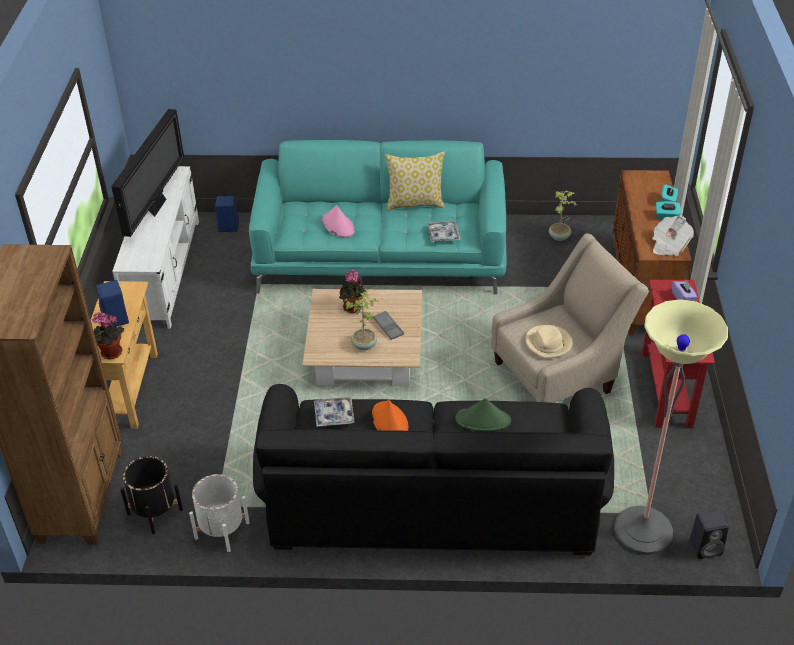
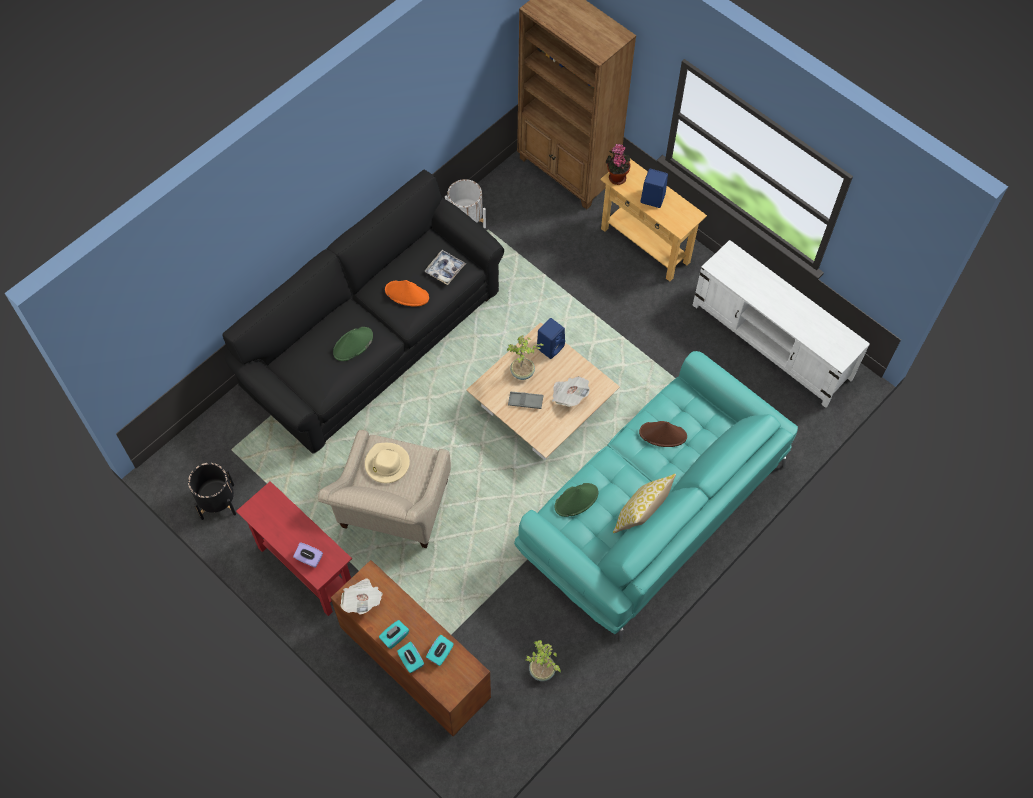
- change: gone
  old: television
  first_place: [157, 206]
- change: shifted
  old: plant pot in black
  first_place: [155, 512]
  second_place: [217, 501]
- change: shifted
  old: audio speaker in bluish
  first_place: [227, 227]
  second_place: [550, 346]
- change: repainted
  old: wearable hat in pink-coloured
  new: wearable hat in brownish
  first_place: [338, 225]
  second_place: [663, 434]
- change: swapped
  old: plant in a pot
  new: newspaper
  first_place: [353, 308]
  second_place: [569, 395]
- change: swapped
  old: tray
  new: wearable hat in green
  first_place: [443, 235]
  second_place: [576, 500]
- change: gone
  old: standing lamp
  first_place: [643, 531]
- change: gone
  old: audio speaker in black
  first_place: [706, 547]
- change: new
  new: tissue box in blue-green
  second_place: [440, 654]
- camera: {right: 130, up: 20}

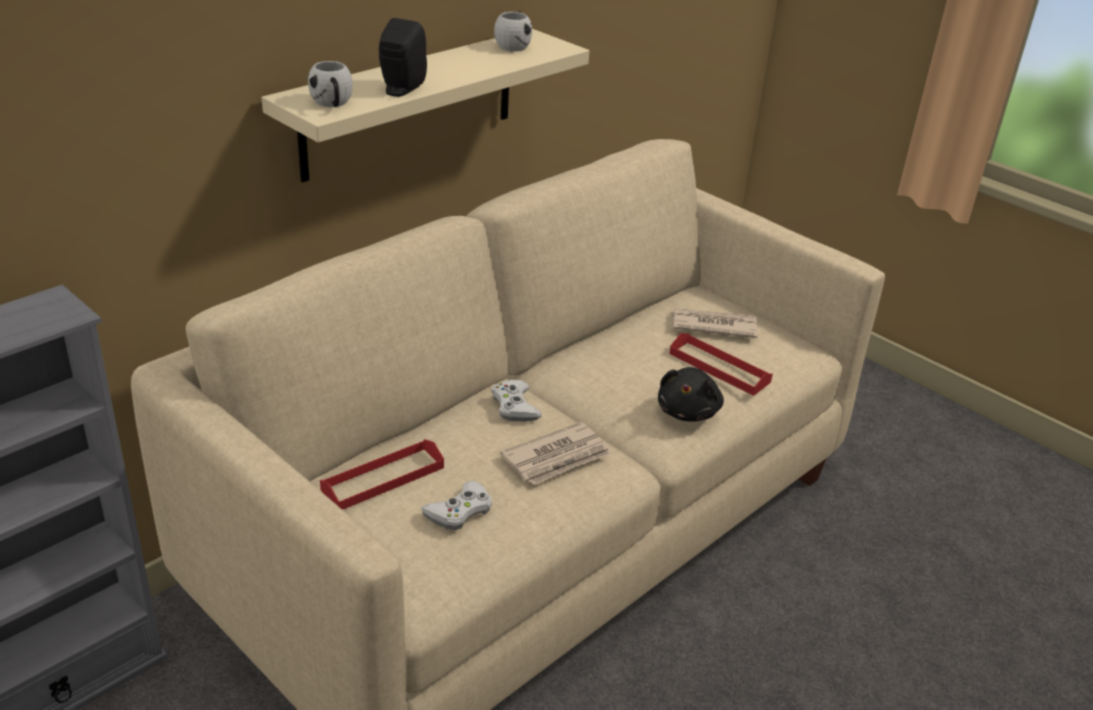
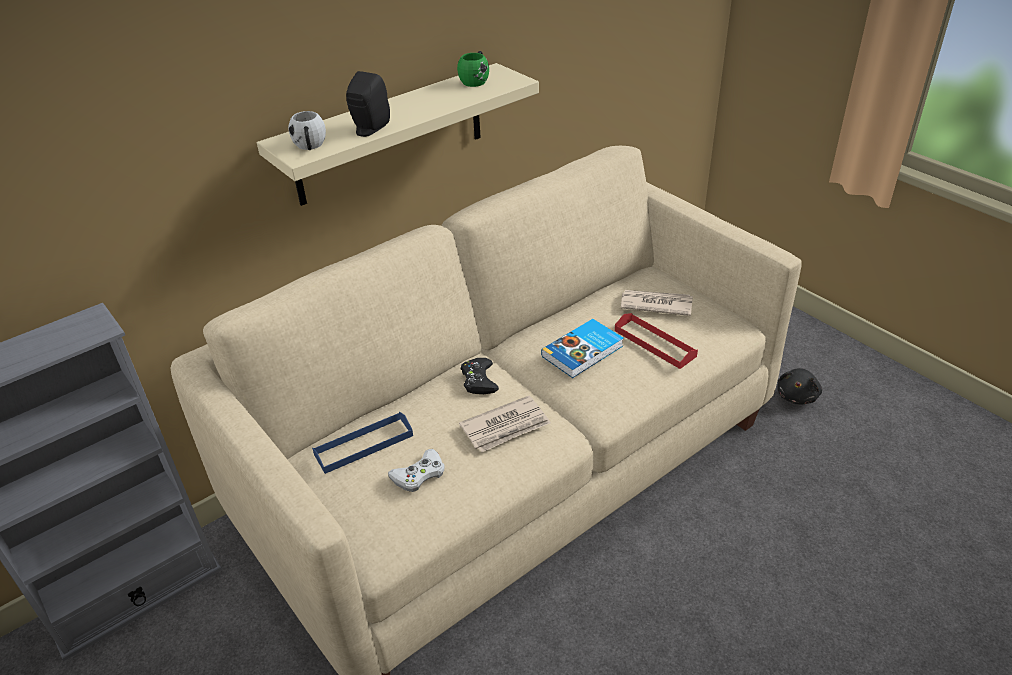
- change: repainted
  old: tray in red
  new: tray in bluish
  first_place: [383, 478]
  second_place: [364, 445]
- change: repainted
  old: gamepad in whitish
  new: gamepad in black
  first_place: [514, 406]
  second_place: [479, 380]
- change: repainted
  old: coffee mug in whitish
  new: coffee mug in green
  first_place: [514, 45]
  second_place: [476, 80]
- change: shifted
  old: soft toy in black
  first_place: [688, 411]
  second_place: [797, 396]
- change: new
  new: bound book
  second_place: [584, 351]
- camera: {right: 10, up: 5}

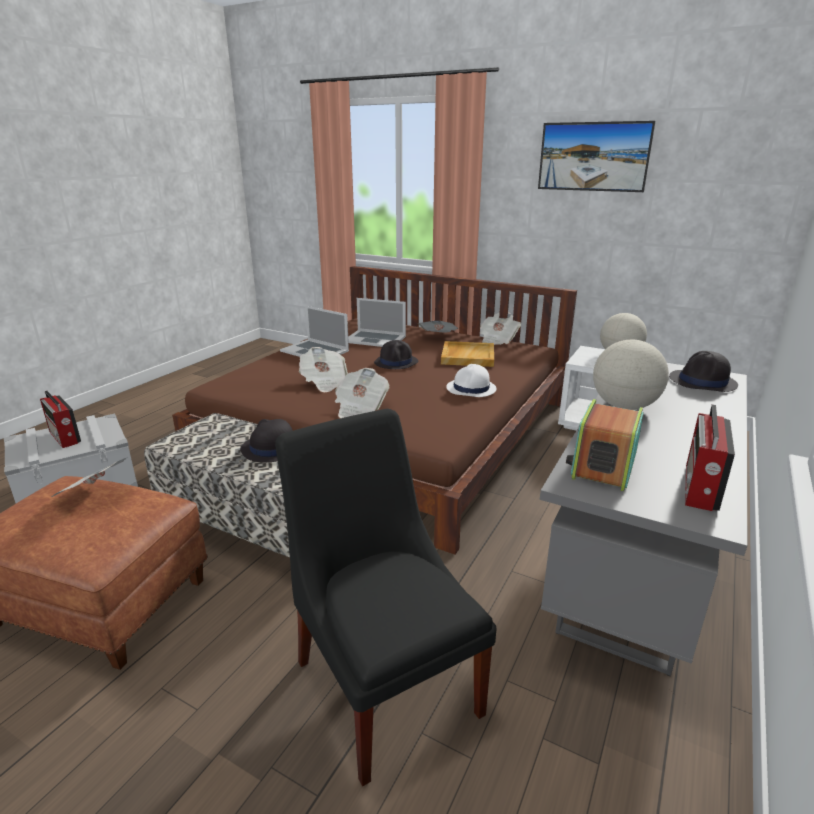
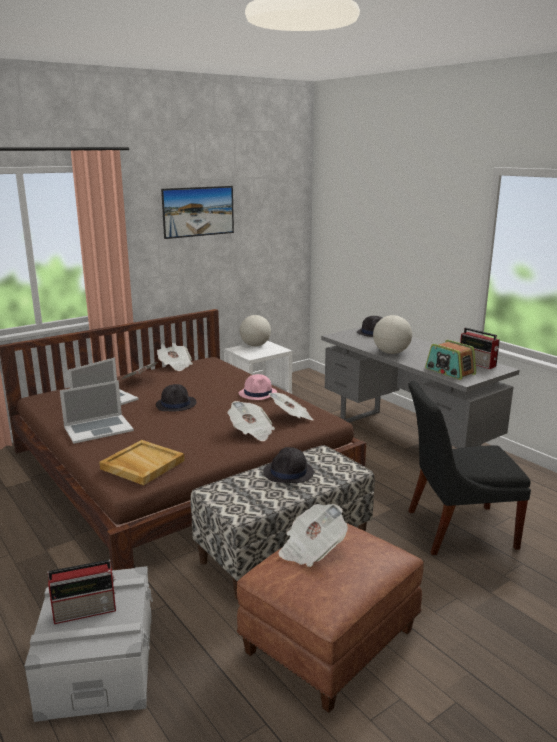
- change: shifted
  old: newspaper
  first_place: [324, 382]
  second_place: [291, 417]
- change: shifted
  old: tray in beige
  first_place: [467, 356]
  second_place: [142, 465]
- change: repainted
  old: wearable hat in whitish
  new: wearable hat in pink-coloured
  first_place: [471, 389]
  second_place: [258, 393]
- camera: {right: -65, up: -5}

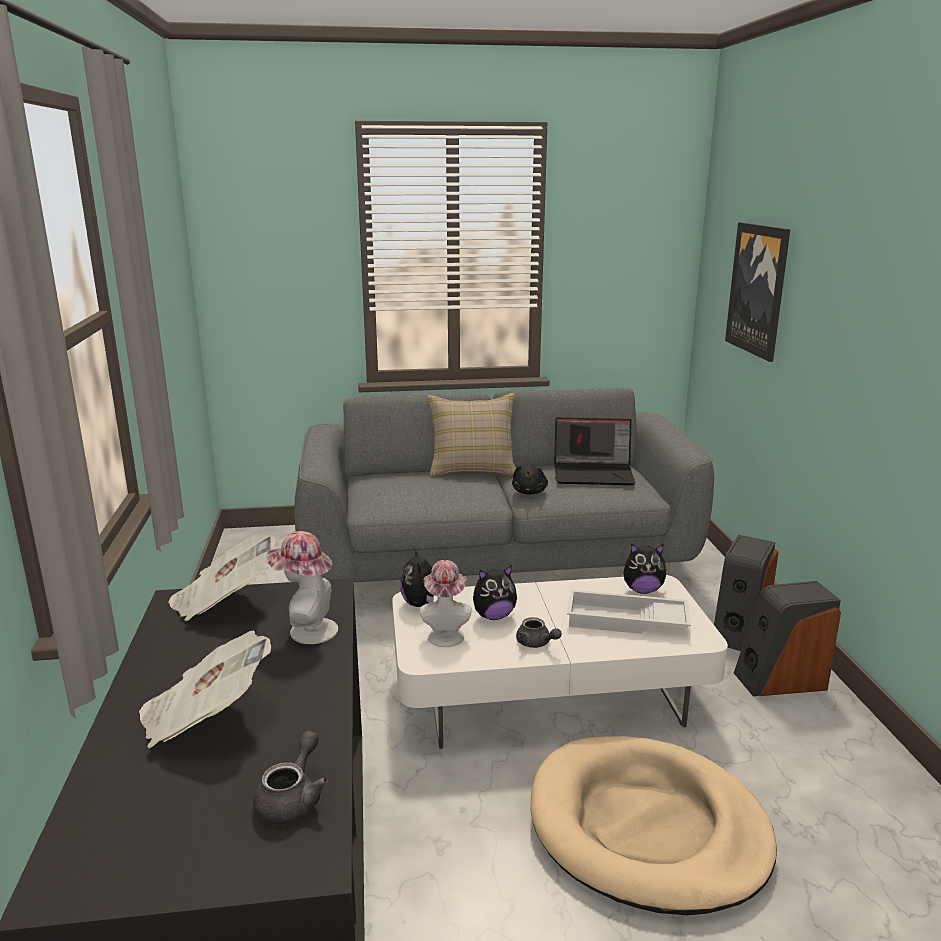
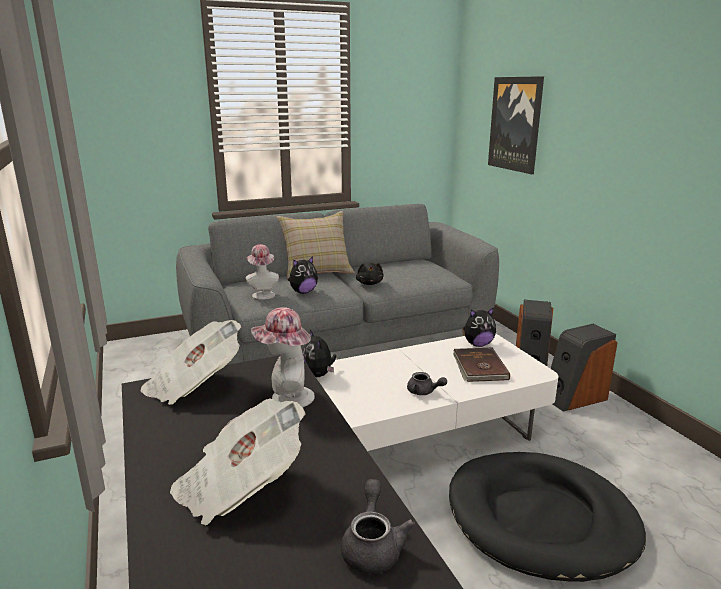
- change: shifted
  old: wearable hat
  first_place: [445, 634]
  second_place: [263, 294]
- change: shifted
  old: soft toy
  first_place: [493, 616]
  second_place: [303, 292]
- change: repainted
  old: pet bed in beige
  new: pet bed in black
  first_place: [647, 828]
  second_place: [541, 519]
- change: gone
  old: portable computer
  first_place: [594, 474]
- change: swapped
  old: tray in whitish
  new: bound book in brownish
  first_place: [625, 621]
  second_place: [479, 367]
- camera: {right: -15, up: 0}

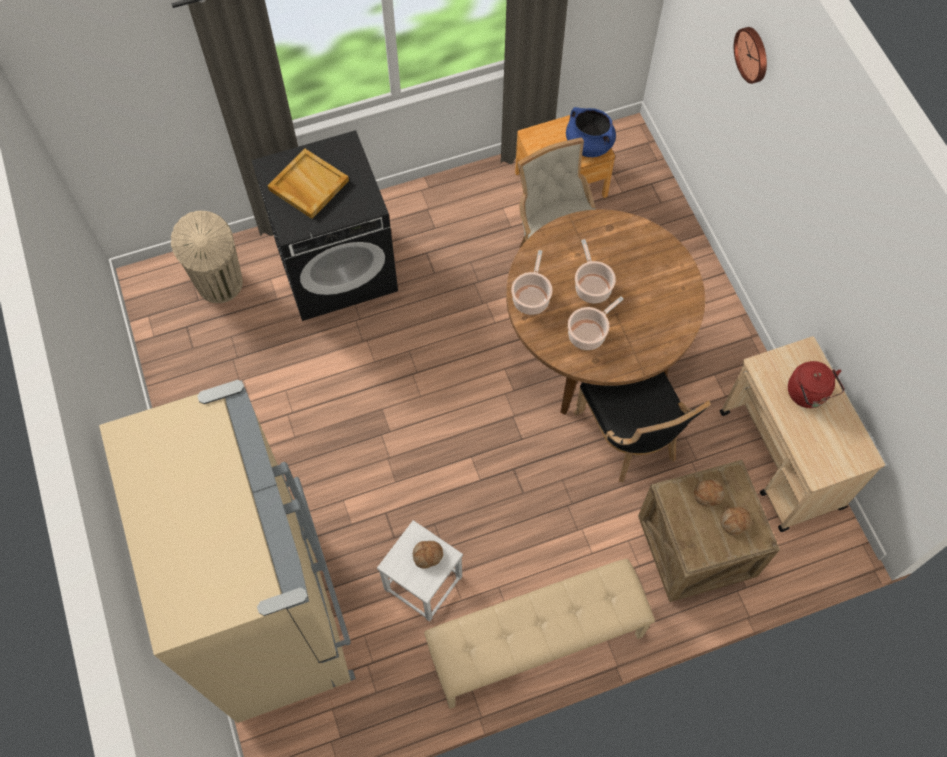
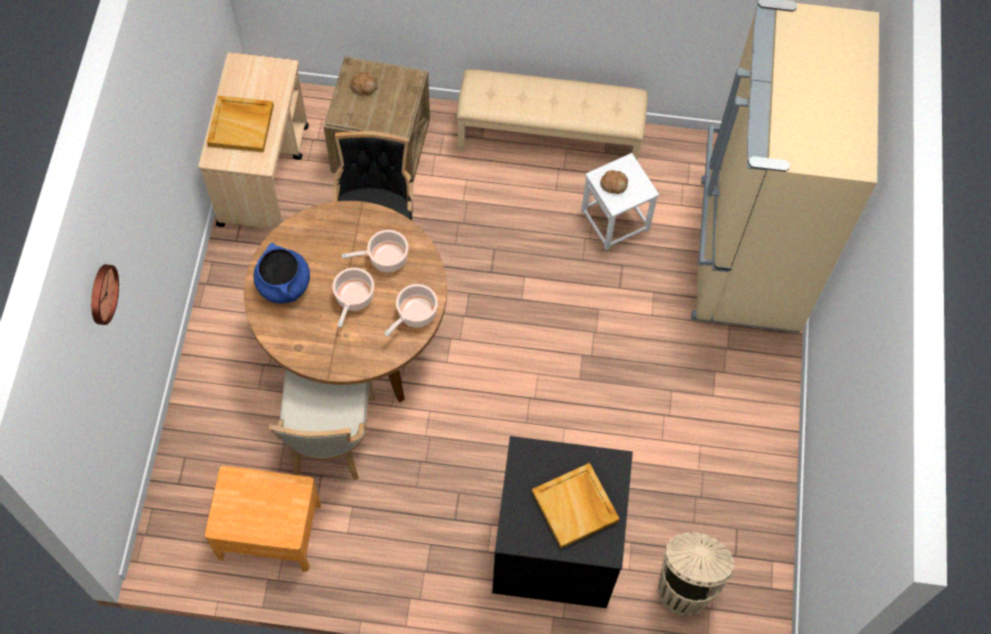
- change: shifted
  old: stockpot in bluish
  first_place: [588, 144]
  second_place: [284, 285]
- change: gone
  old: bakery bread
  first_place: [708, 494]
- change: swapped
  old: water kettle in red
  new: tray in beige
  first_place: [808, 394]
  second_place: [241, 125]
- camera: {right: -155, up: 0}

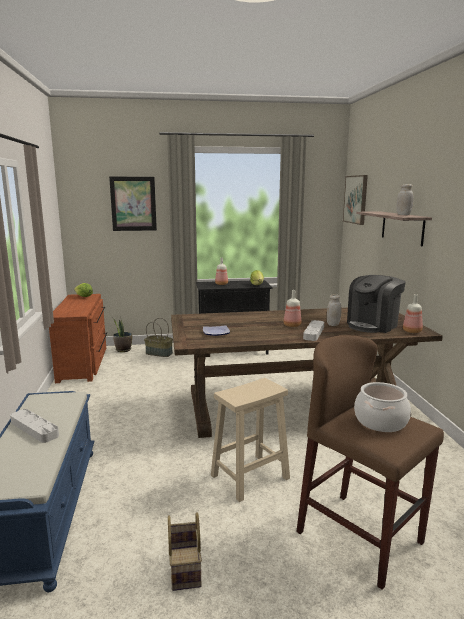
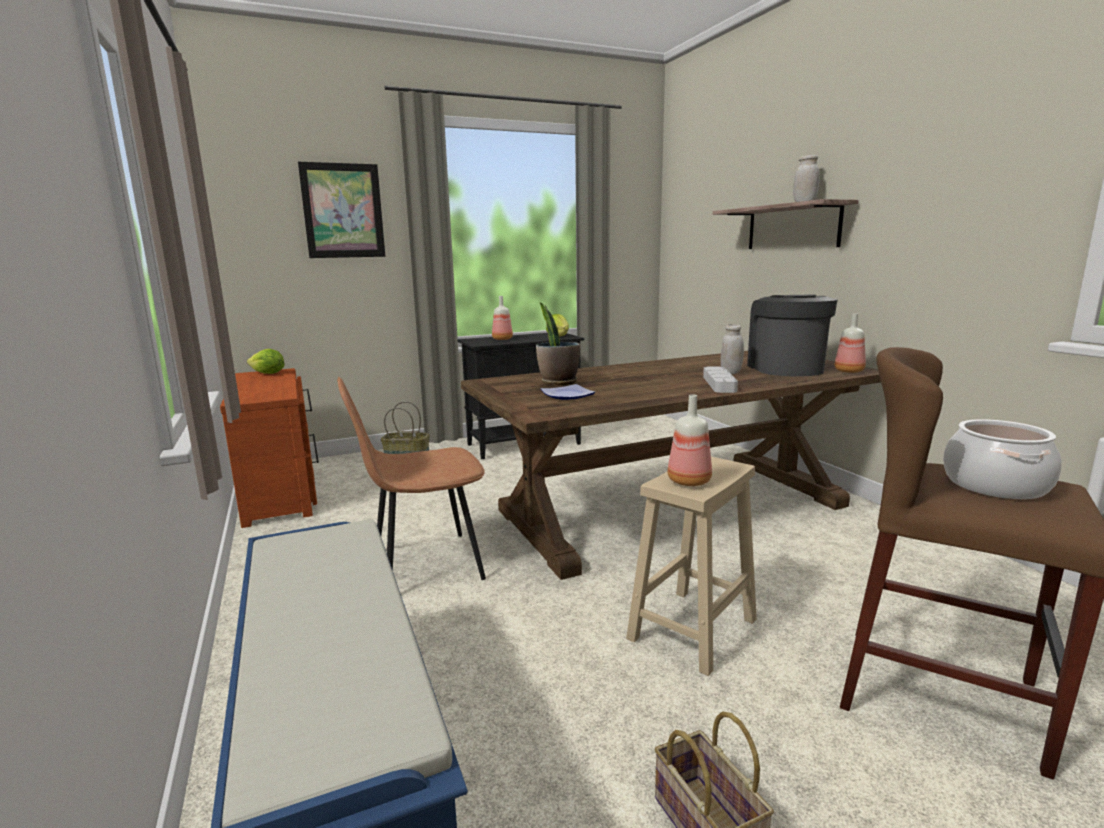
- change: gone
  old: tray in grey
  first_place: [34, 429]
- change: shifted
  old: plant in a pot
  first_place: [123, 350]
  second_place: [558, 382]
- change: shifted
  old: drink bottle
  first_place: [292, 325]
  second_place: [689, 482]
- change: gone
  old: picture
  first_place: [356, 199]
- change: rotated
  old: coffee maker
  first_place: [373, 325]
  second_place: [786, 369]
  degrees: 150
- change: new
  new: chair in brownish
  second_place: [423, 565]
- camera: {right: -15, up: 0}

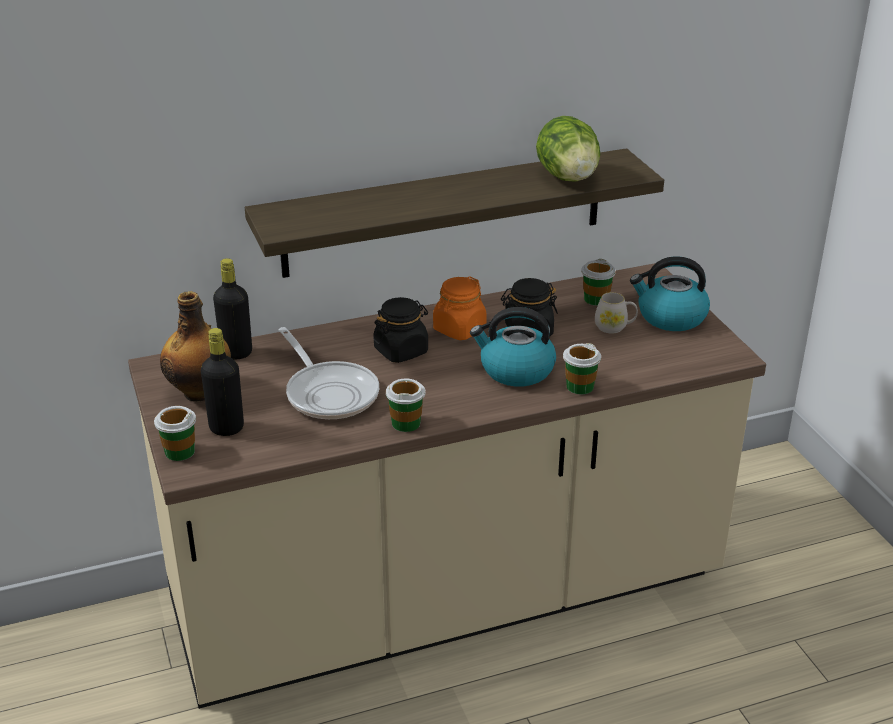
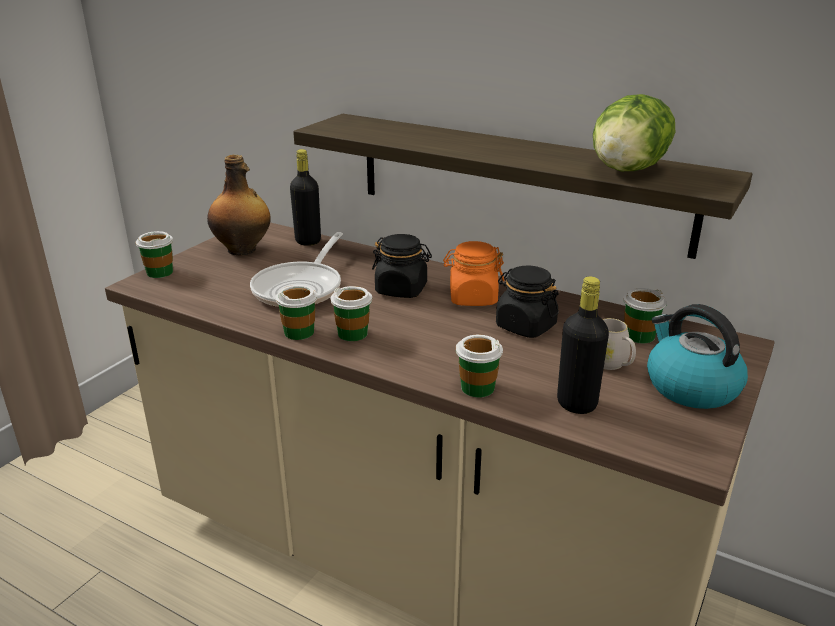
- change: shifted
  old: drink bottle in black
  first_place: [226, 428]
  second_place: [576, 404]
- change: gone
  old: water kettle
  first_place: [515, 370]
- change: new
  new: cup
  second_place: [353, 334]
- camera: {right: 50, up: -5}

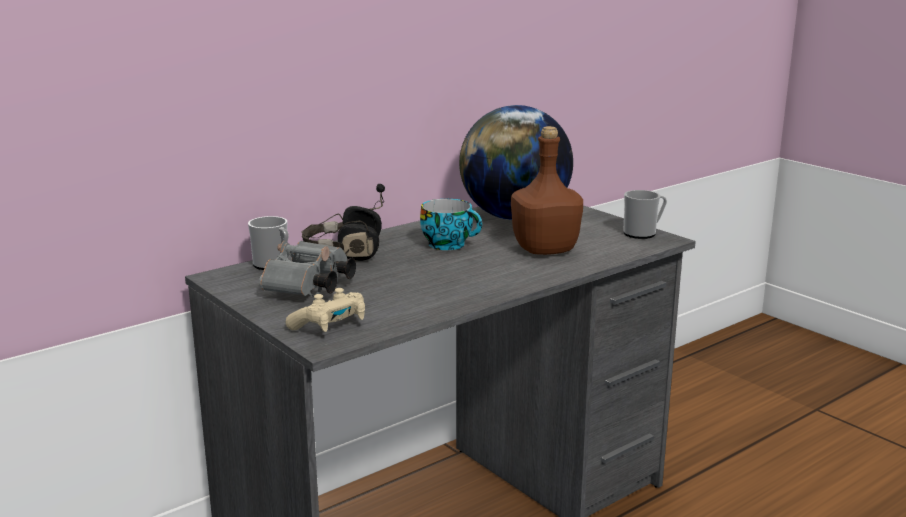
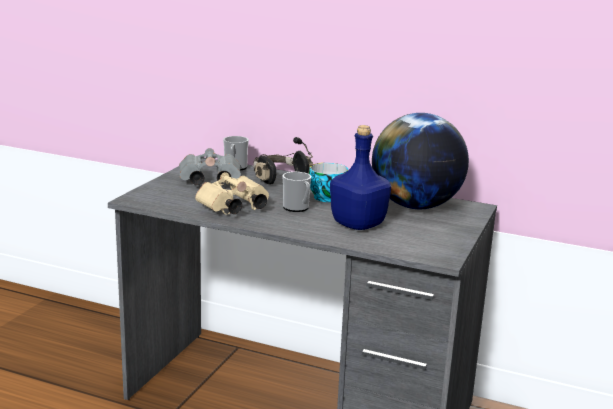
- change: gone
  old: gamepad in beige
  first_place: [330, 326]
- change: repainted
  old: drink bottle in brownish
  new: drink bottle in bluish
  first_place: [543, 249]
  second_place: [357, 224]
- change: shifted
  old: coffee mug
  first_place: [643, 233]
  second_place: [297, 208]
- change: new
  new: binoculars in beige
  second_place: [232, 209]
- camera: {right: 60, up: 0}

